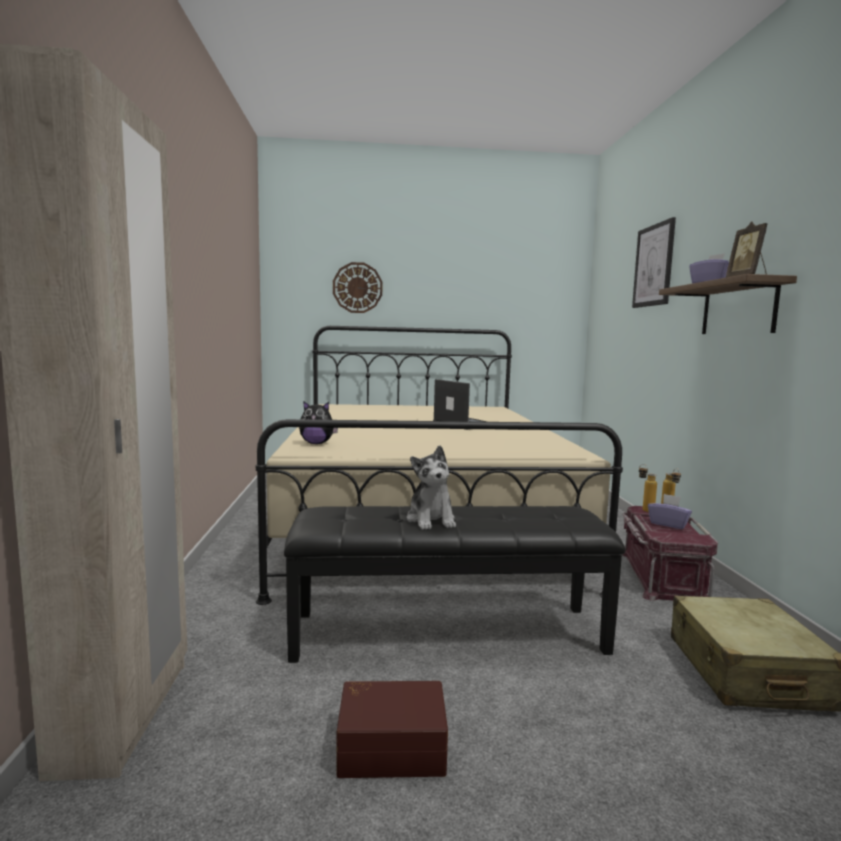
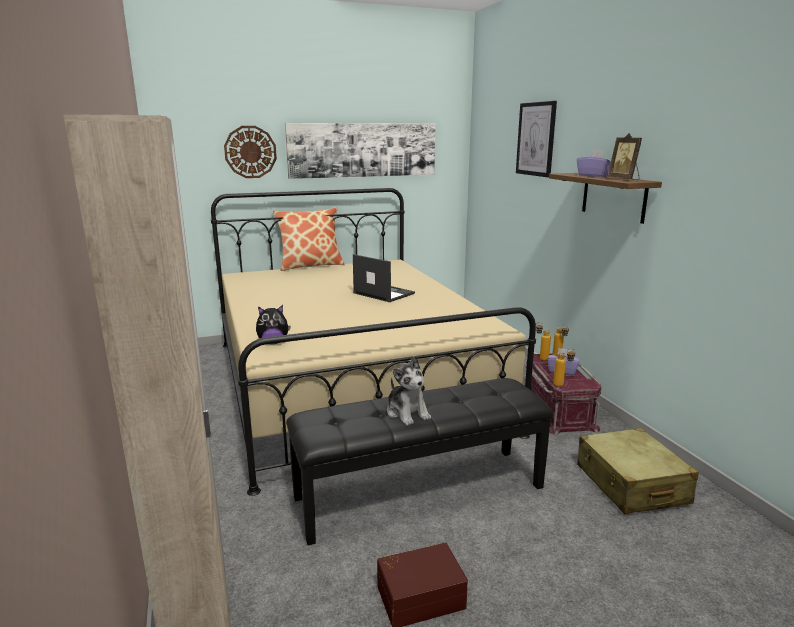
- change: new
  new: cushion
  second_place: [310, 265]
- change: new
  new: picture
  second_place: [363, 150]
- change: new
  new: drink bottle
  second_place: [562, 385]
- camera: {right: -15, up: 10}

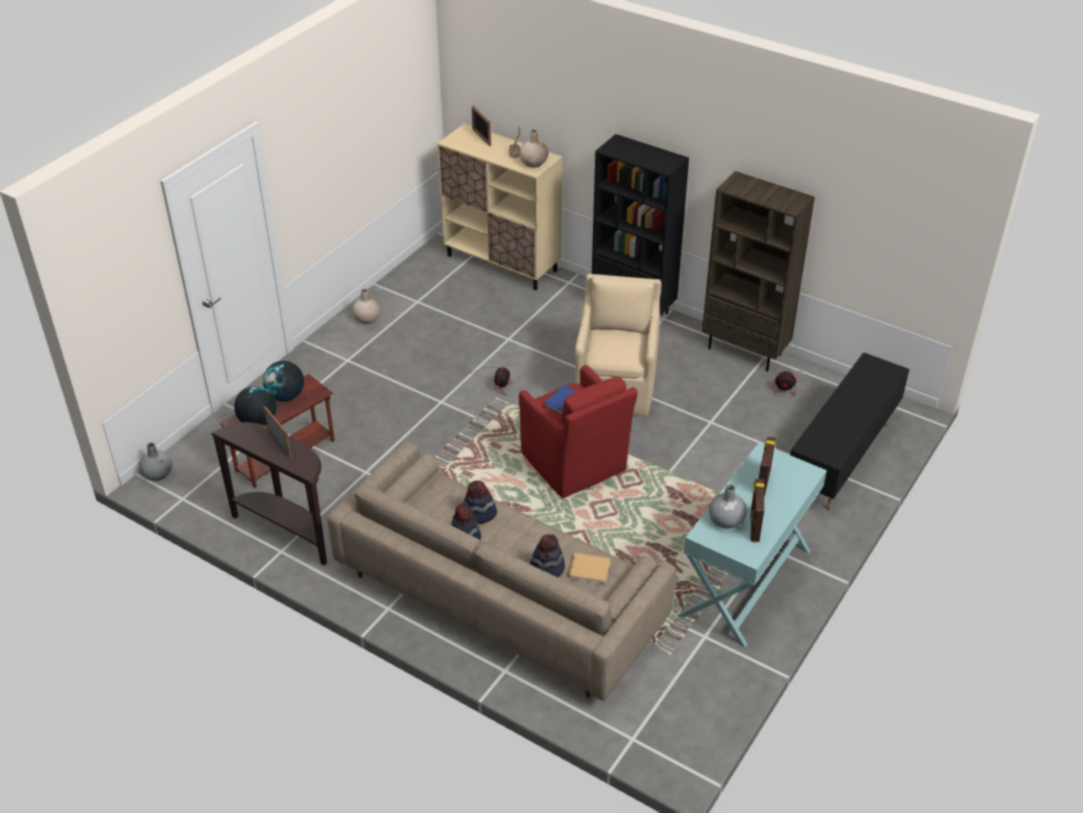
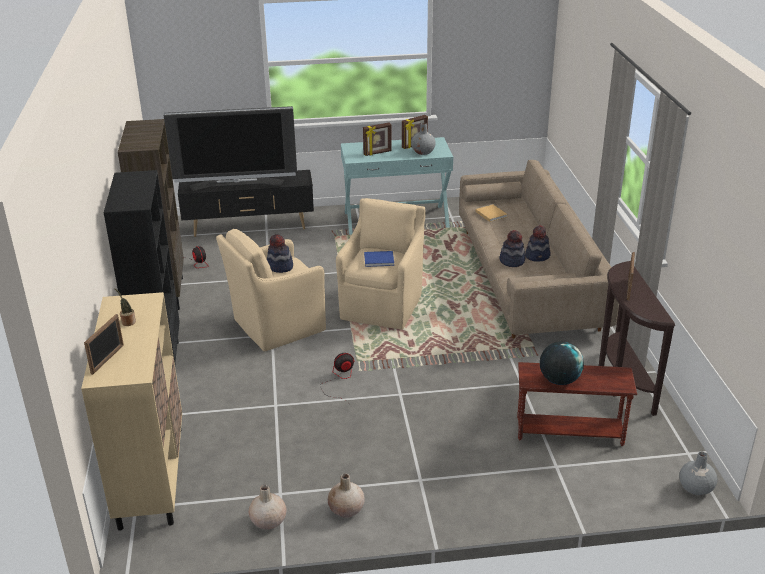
- change: gone
  old: globe
  first_place: [258, 422]
- change: shifted
  old: flower vase in beige
  first_place: [533, 163]
  second_place: [268, 521]
- change: repainted
  old: easy chair in red
  new: easy chair in beige
  first_place: [575, 464]
  second_place: [382, 305]
- change: shifted
  old: wearable hat
  first_place: [547, 568]
  second_place: [280, 267]
- change: new
  new: television
  second_place: [237, 184]
- camera: {right: -130, up: -10}

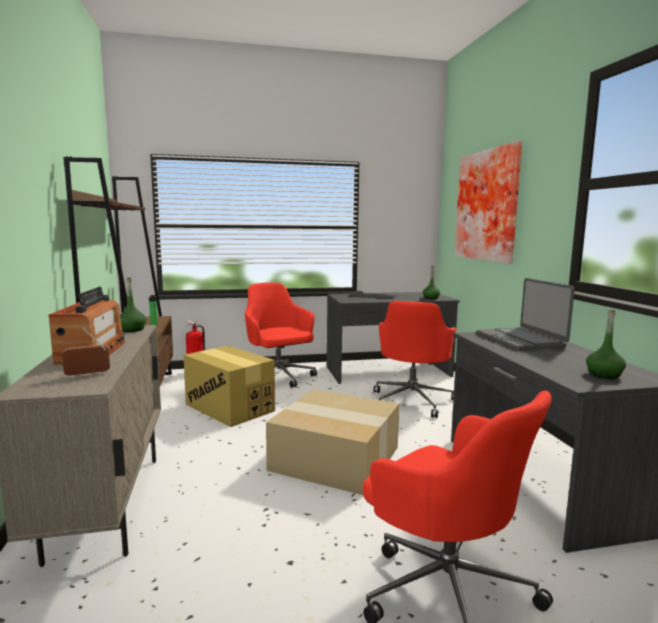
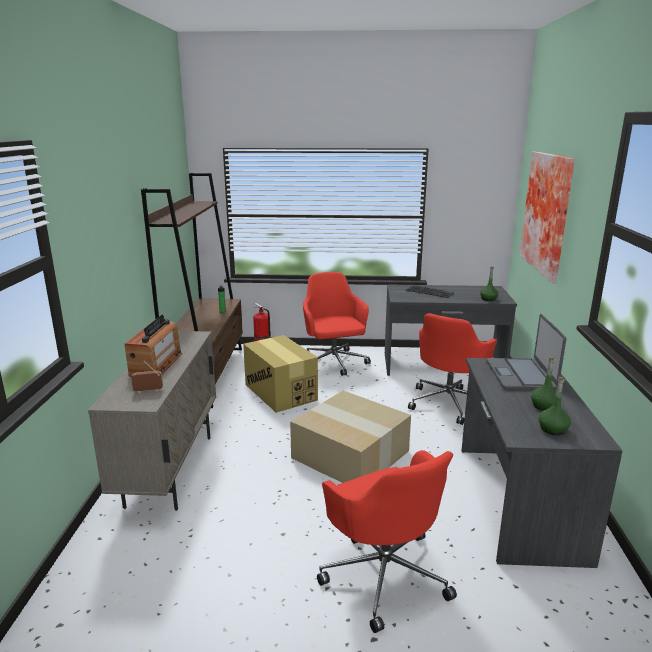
- change: shifted
  old: drink bottle in green
  first_place: [132, 330]
  second_place: [544, 406]
- camera: {right: 15, up: 10}

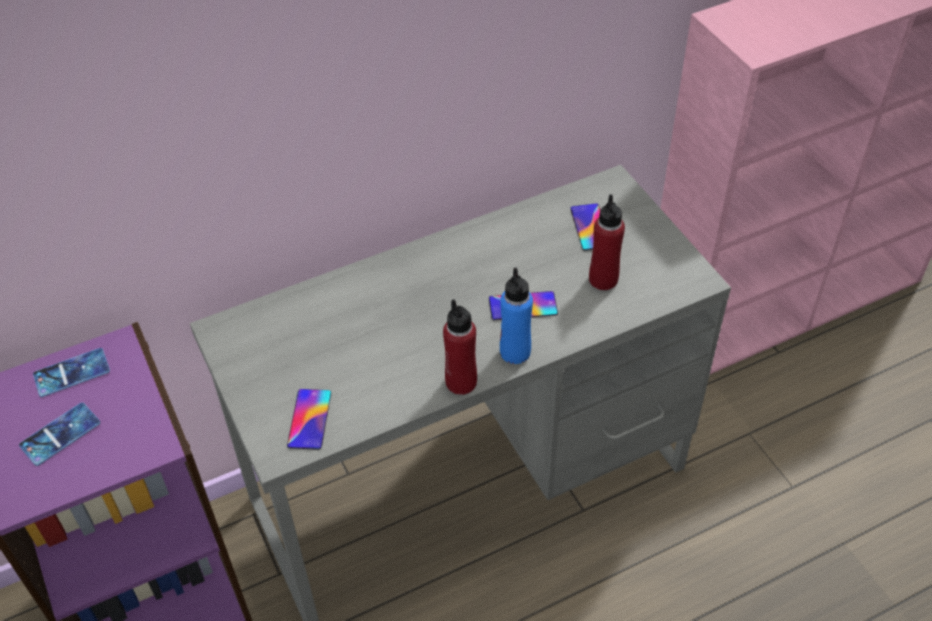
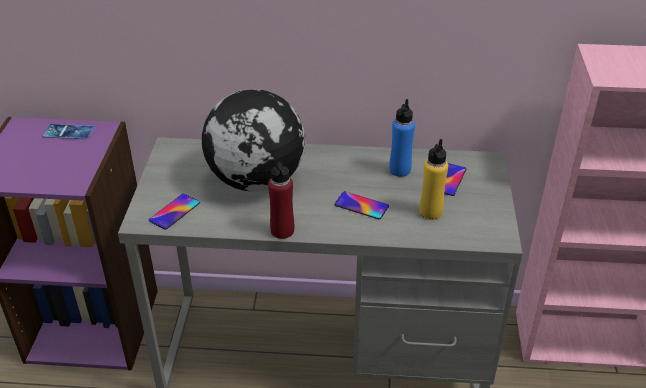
- change: gone
  old: phone
  first_place: [60, 434]
- change: shifted
  old: drink bottle in bluish
  first_place: [515, 352]
  second_place: [399, 170]
- change: repainted
  old: drink bottle in red
  new: drink bottle in yellow
  first_place: [603, 279]
  second_place: [430, 212]
- change: new
  new: globe
  second_place: [257, 180]
- camera: {right: 30, up: -10}

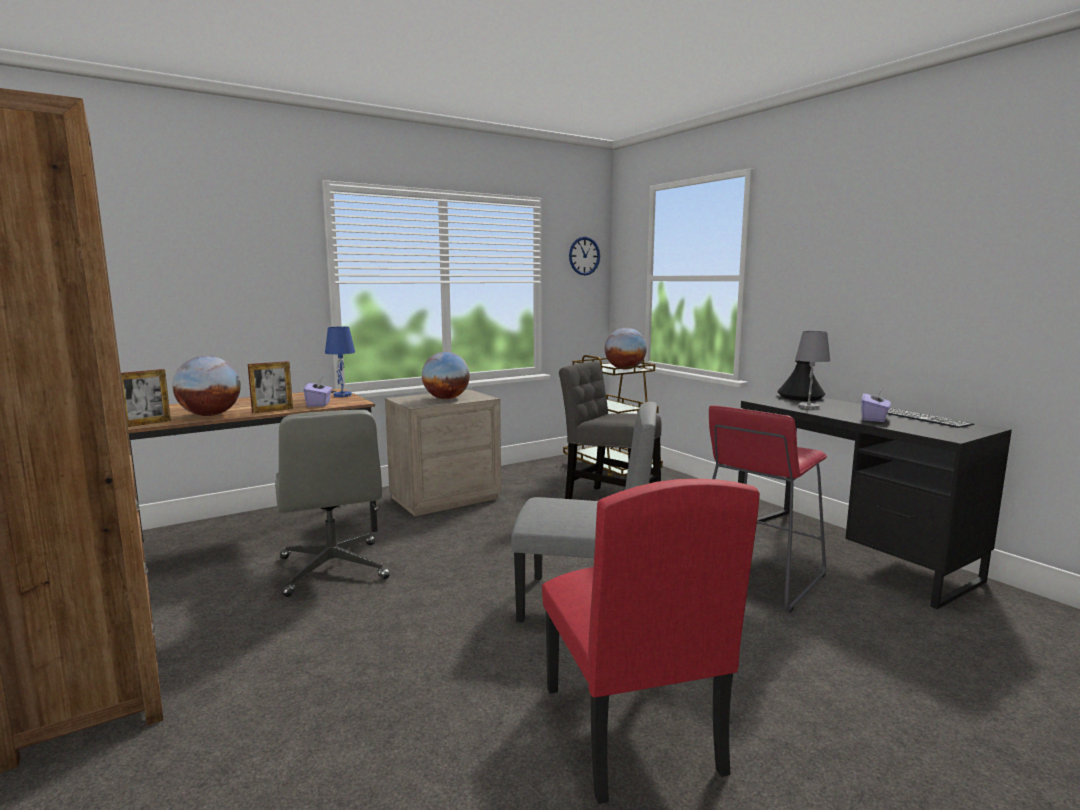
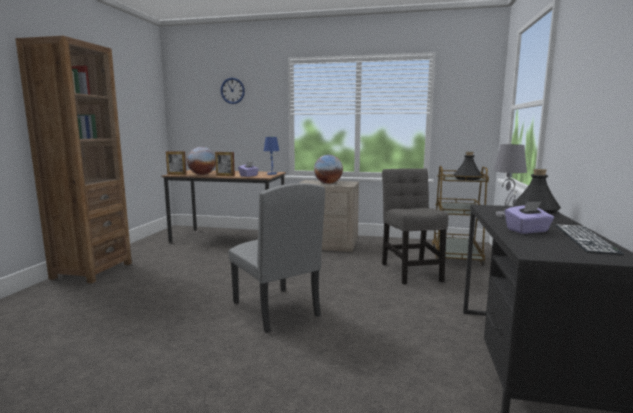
- change: gone
  old: desk chair in grey
  first_place: [333, 569]
- change: gone
  old: chair in red
  first_place: [629, 729]
- change: shifted
  old: hanging clock
  first_place: [584, 256]
  second_place: [232, 90]
- change: swapped
  old: globe
  new: drink bottle in black
  first_place: [624, 369]
  second_place: [467, 178]
- change: gone
  old: stool in red
  first_place: [758, 577]
- camera: {right: 45, up: 0}

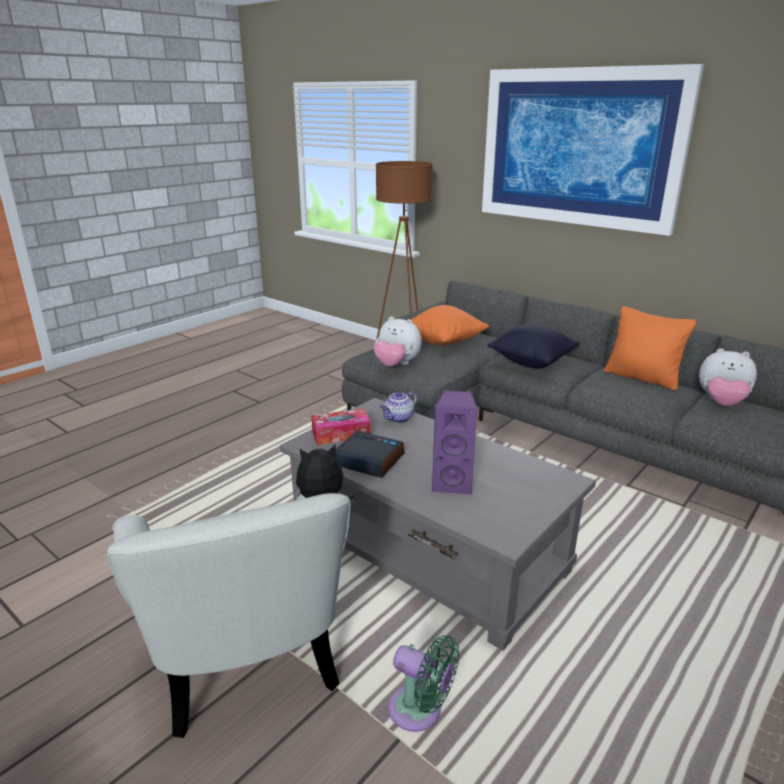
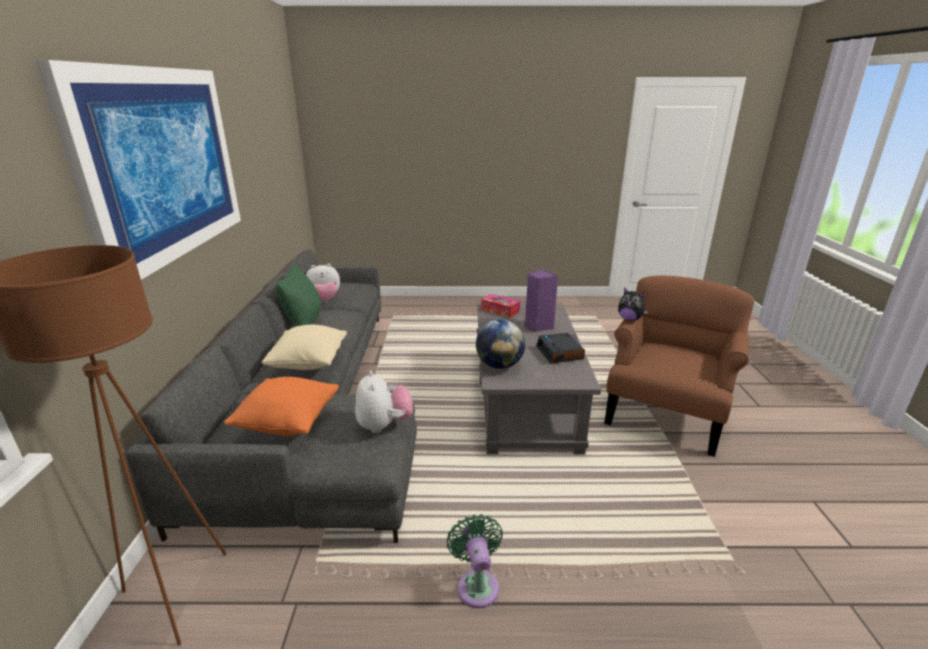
- change: repainted
  old: easy chair in whitish
  new: easy chair in brownish
  first_place: [247, 653]
  second_place: [665, 413]
- change: shifted
  old: tissue box
  first_place: [341, 434]
  second_place: [500, 310]
- change: swapped
  old: teapot
  new: globe
  first_place: [398, 419]
  second_place: [499, 365]
- change: shifted
  old: cooling fan in green
  first_place: [420, 711]
  second_place: [477, 584]
- change: repainted
  old: cushion in black
  new: cushion in beige
  first_place: [532, 362]
  second_place: [309, 363]
- change: repainted
  old: cushion in orangey
  new: cushion in green
  first_place: [642, 378]
  second_place: [304, 322]
- change: rotated
  old: soft toy
  first_place: [721, 403]
  second_place: [325, 300]
  degrees: 90
- camera: {right: -130, up: 0}

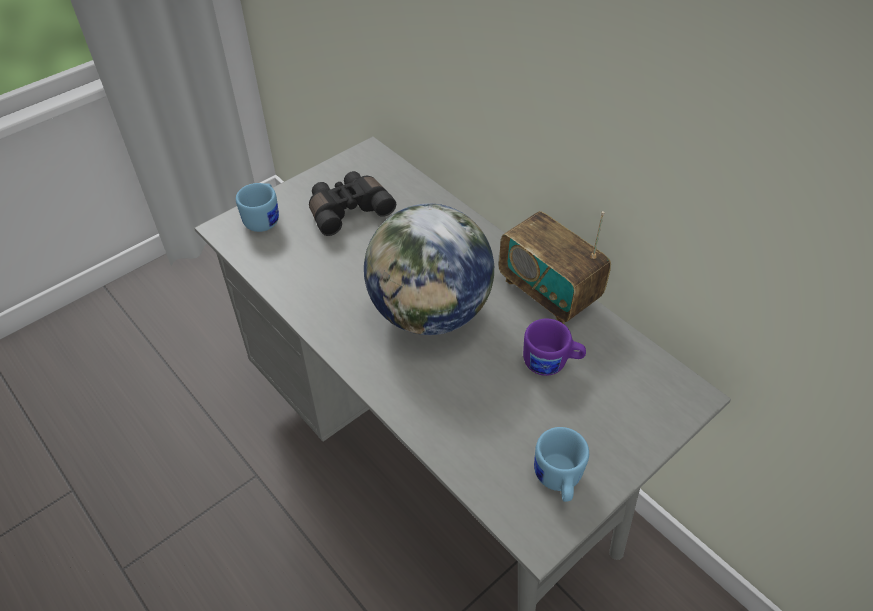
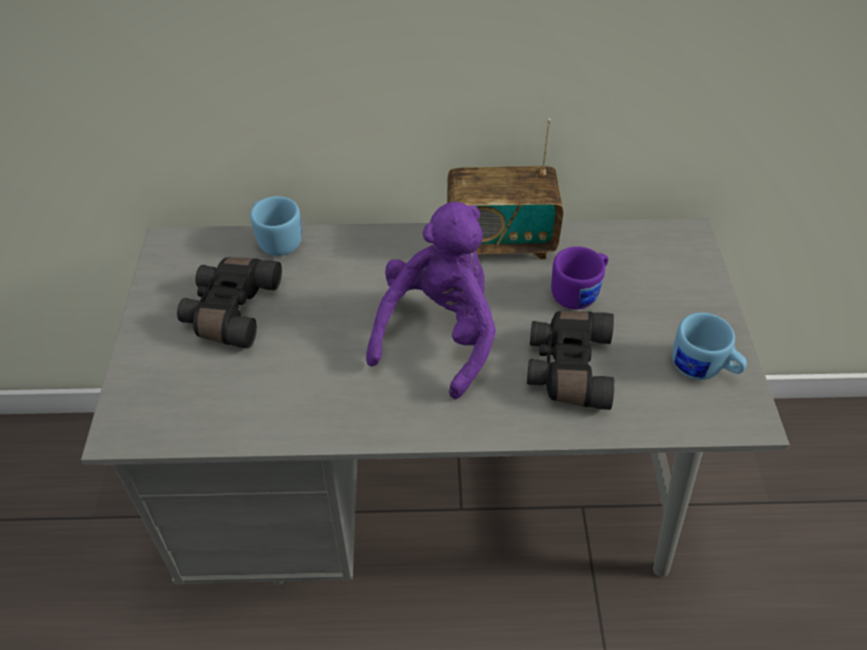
- change: shifted
  old: coffee mug in bluish
  first_place: [264, 218]
  second_place: [277, 239]
- change: swapped
  old: globe
  new: soft toy in purplish
  first_place: [430, 312]
  second_place: [439, 334]
- change: new
  new: binoculars in black
  second_place: [567, 368]
- camera: {right: -50, up: 0}

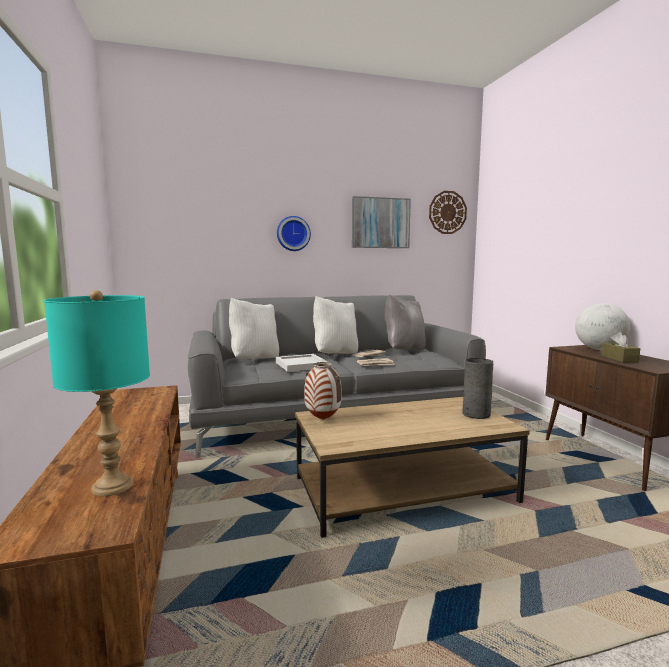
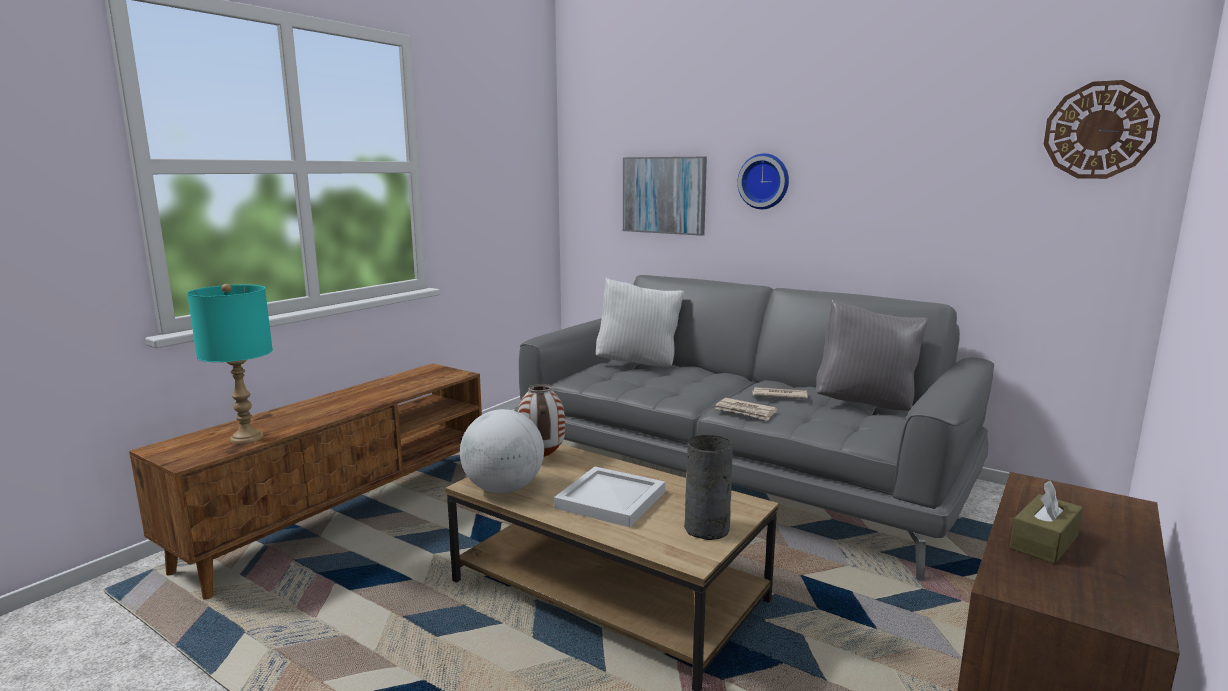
- change: shifted
  old: tray in whitish
  first_place: [302, 365]
  second_place: [611, 501]
- change: gone
  old: cushion in whitish
  first_place: [335, 354]
- change: shifted
  old: picture
  first_place: [380, 223]
  second_place: [664, 195]
- change: shifted
  old: globe
  first_place: [599, 349]
  second_place: [504, 489]
- camera: {right: 50, up: 5}

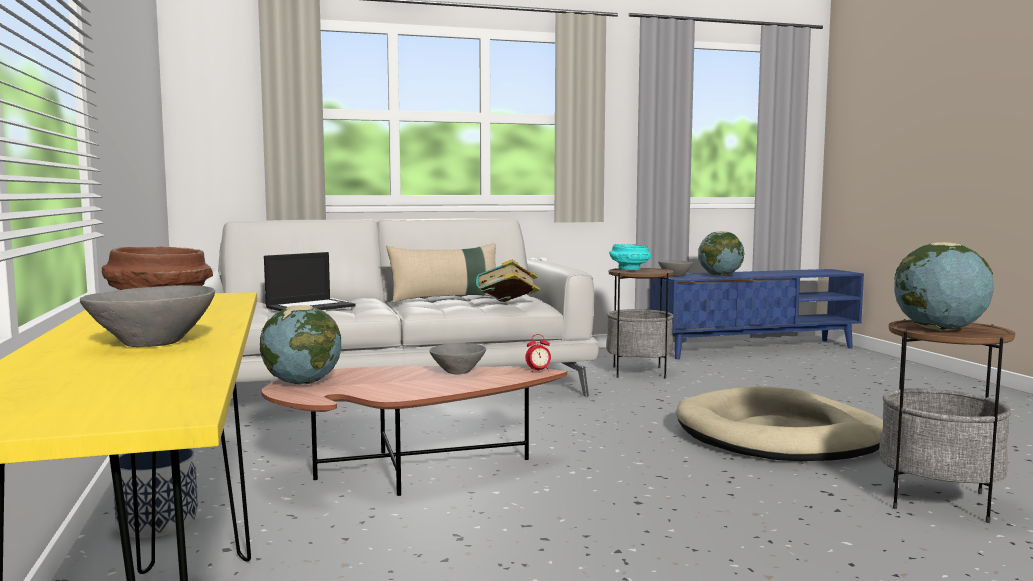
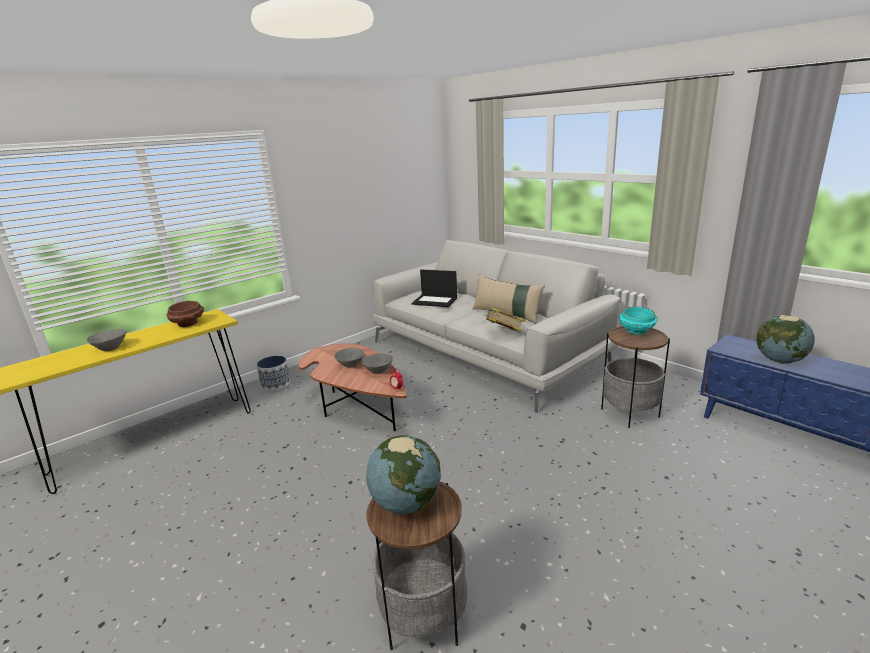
- change: gone
  old: globe
  first_place: [302, 383]
- change: shifted
  old: bowl in grey
  first_place: [675, 276]
  second_place: [351, 365]
- change: gone
  old: pet bed in beige
  first_place: [780, 435]
- camera: {right: 65, up: 15}

